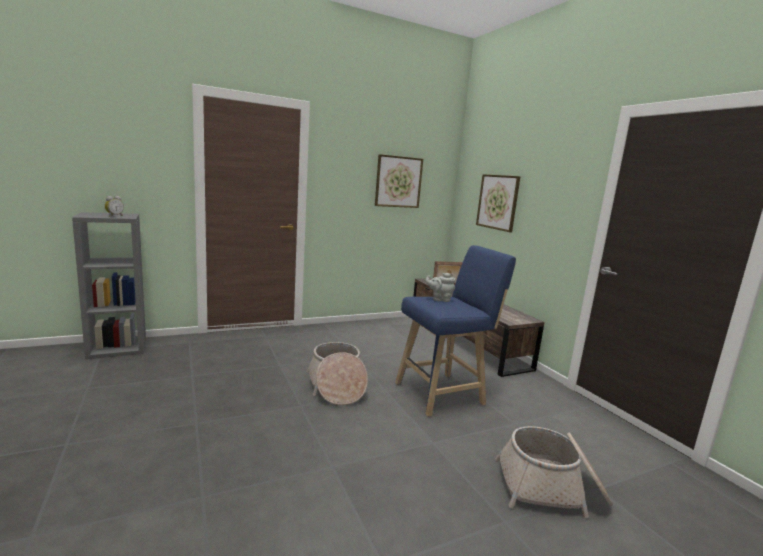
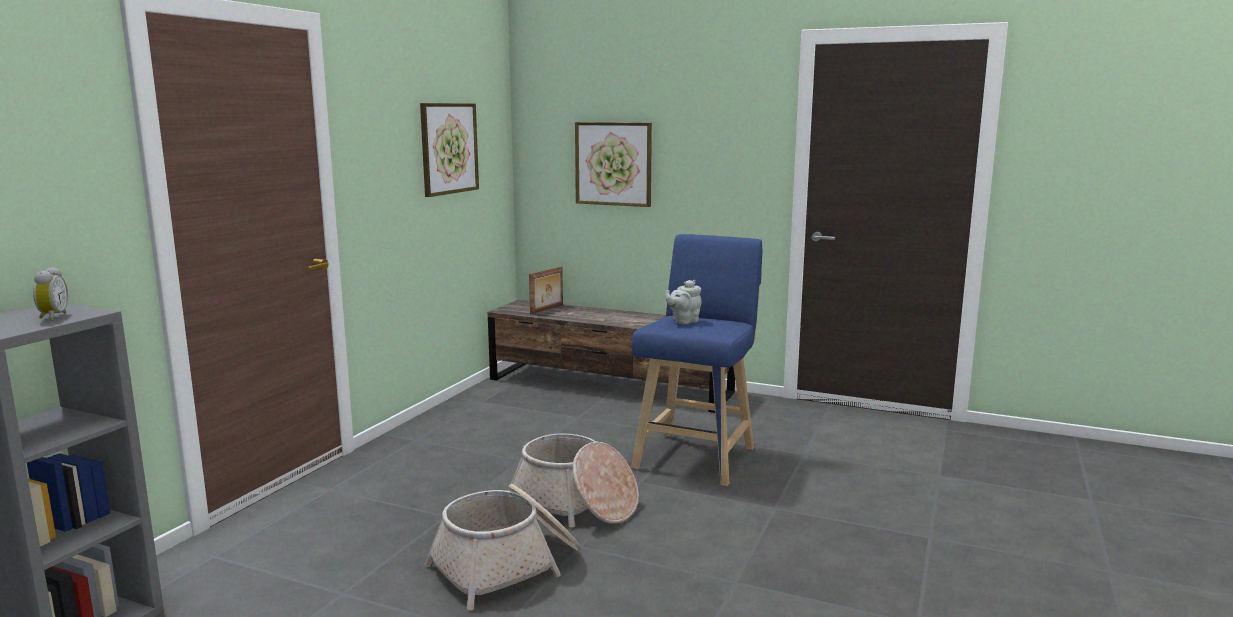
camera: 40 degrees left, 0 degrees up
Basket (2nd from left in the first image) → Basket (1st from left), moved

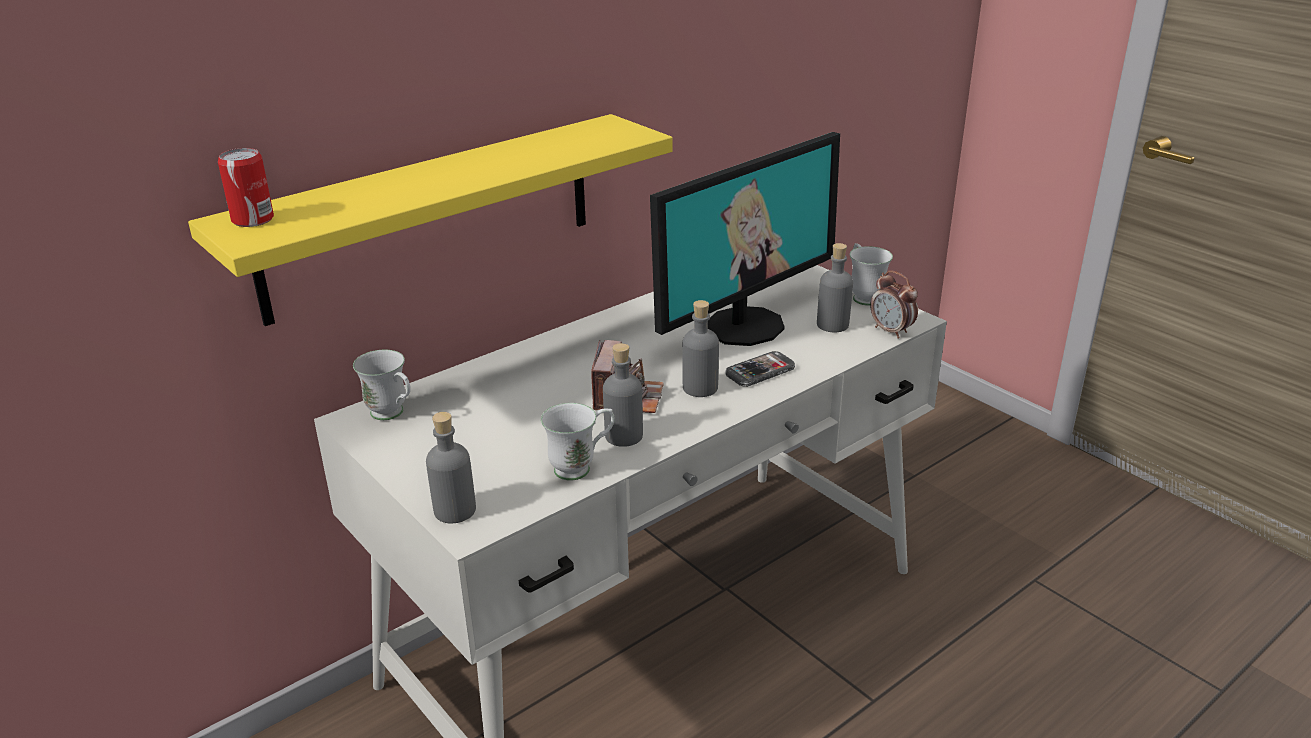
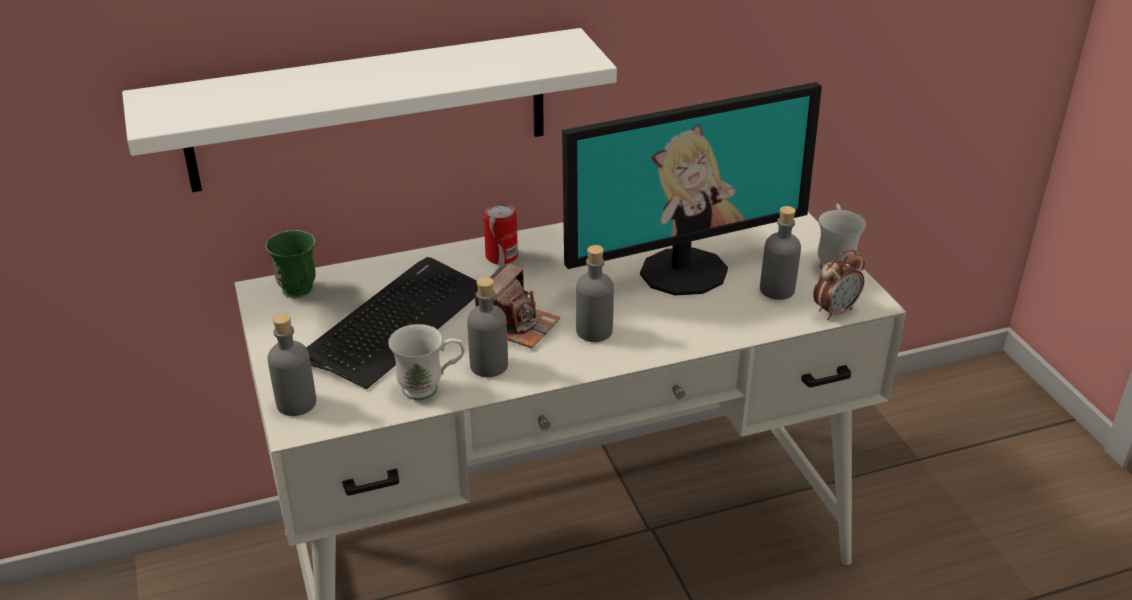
camera: 20 degrees right, 5 degrees up
YellowShelf → WhiteShelf
WhiteMug (1st from left) → GreenMug
- → Keyboard
Can, moved
AlarmClock, 105 degrees counterclockwise
Phone → -

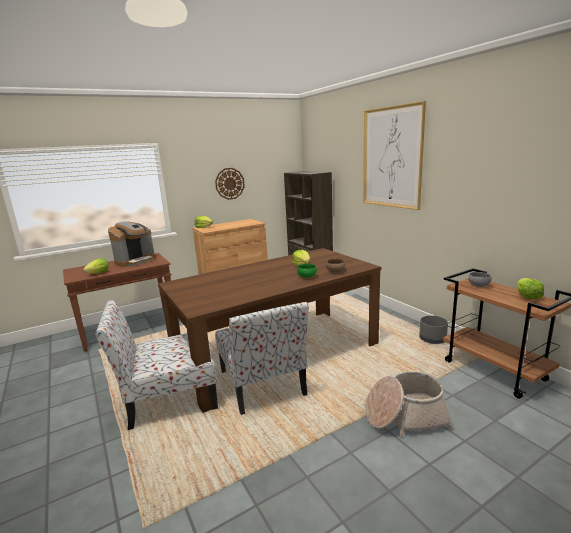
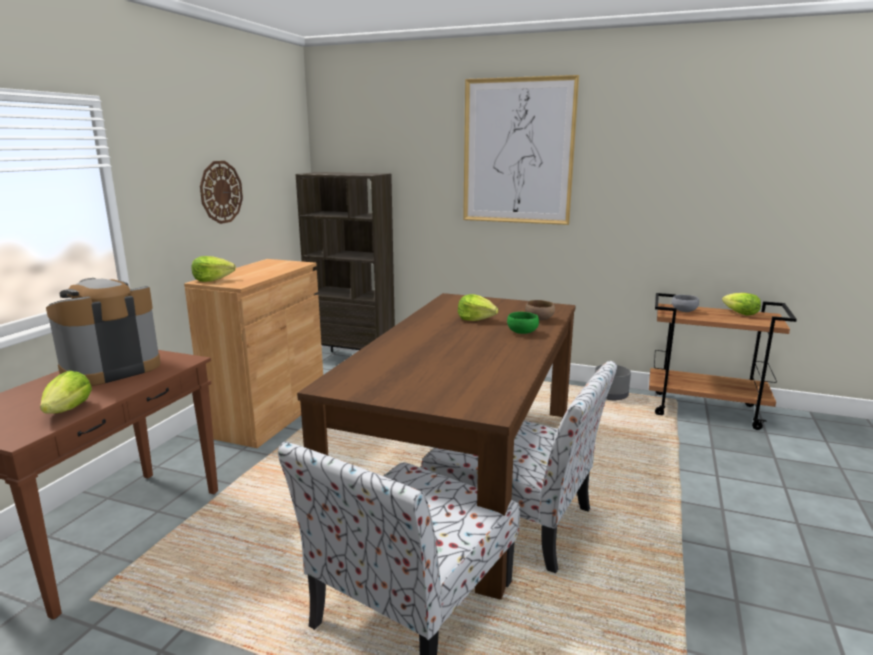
camera: 40 degrees left, 0 degrees up
CoffeeMachine, 135 degrees counterclockwise
Basket → -

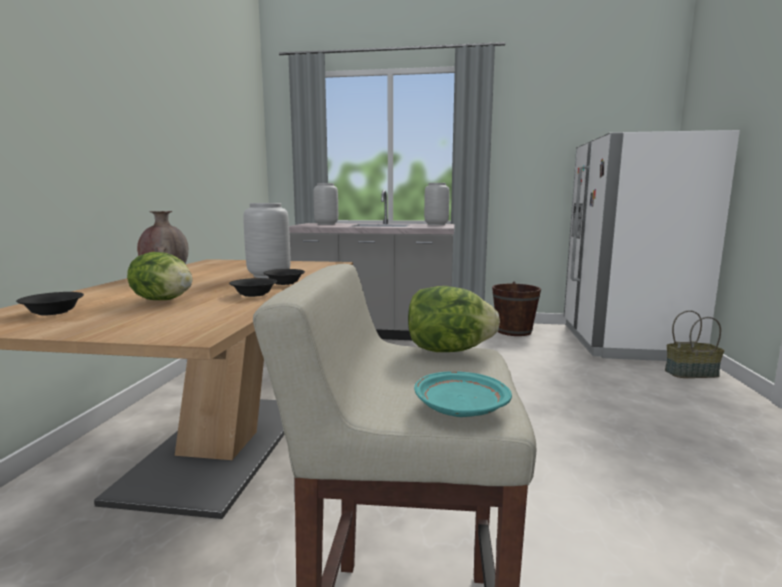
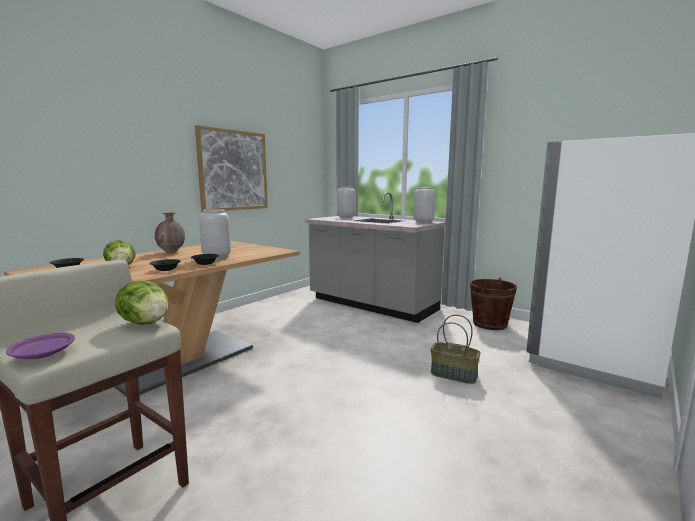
camera: 30 degrees right, 0 degrees up
TurquoisePlate → PurplePlate
- → Picture
Basket, moved

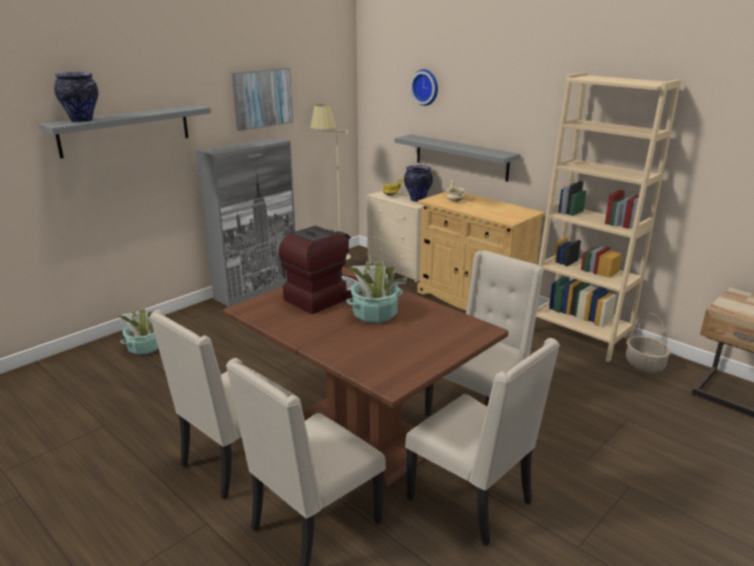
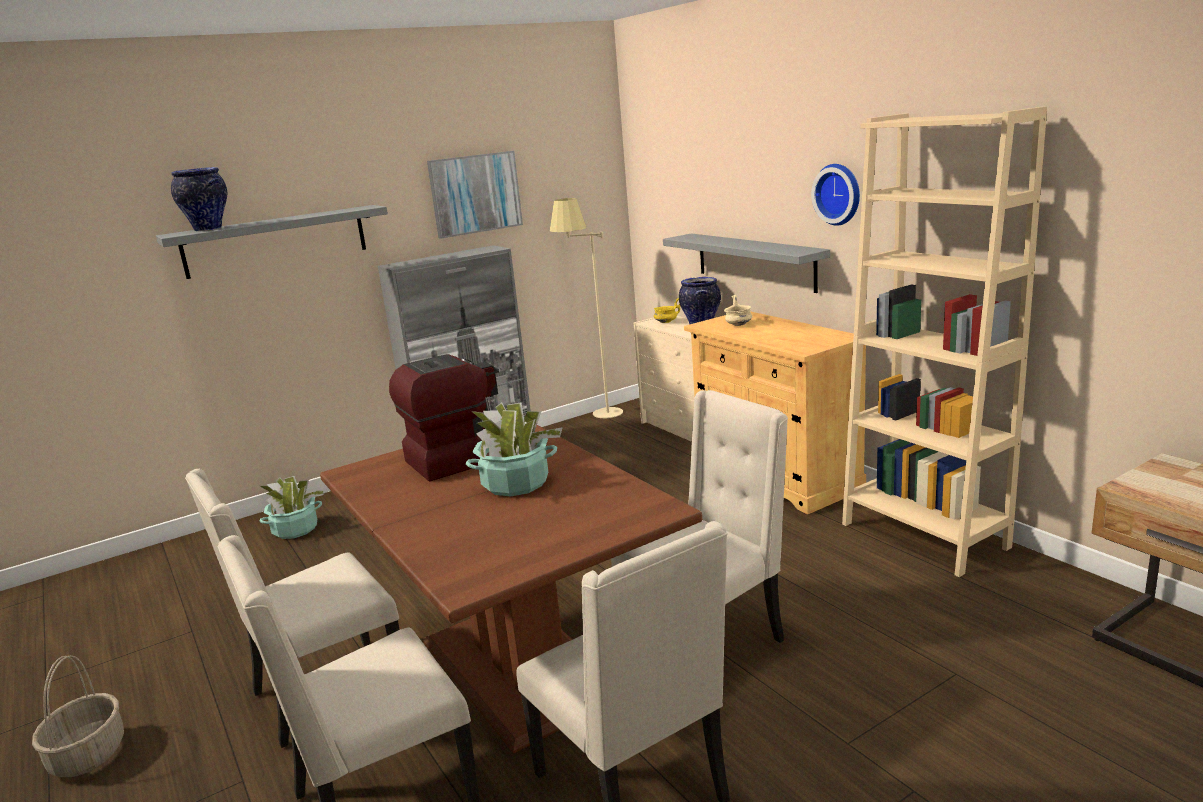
camera: 15 degrees right, 5 degrees down
Basket, moved
WallClock, moved

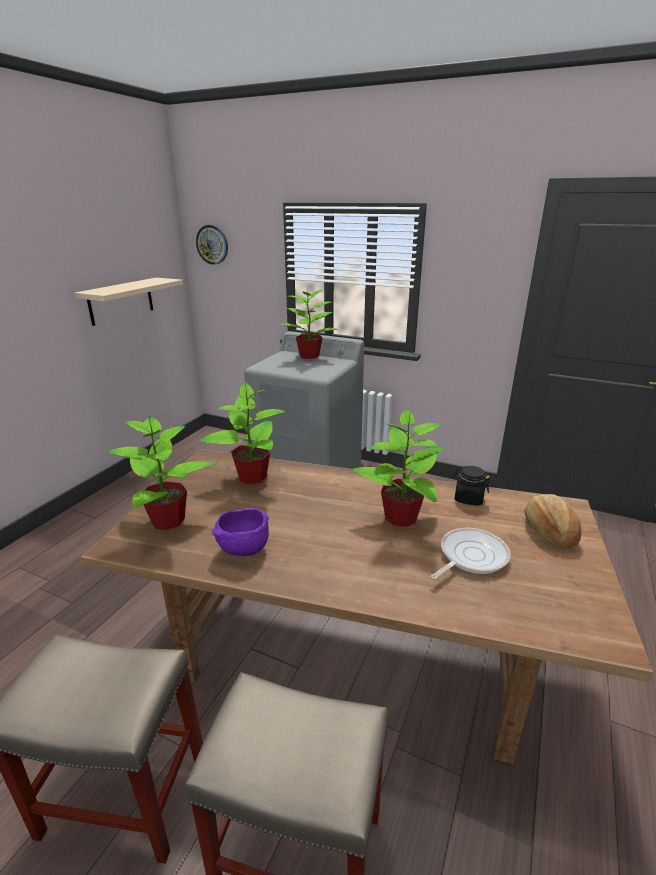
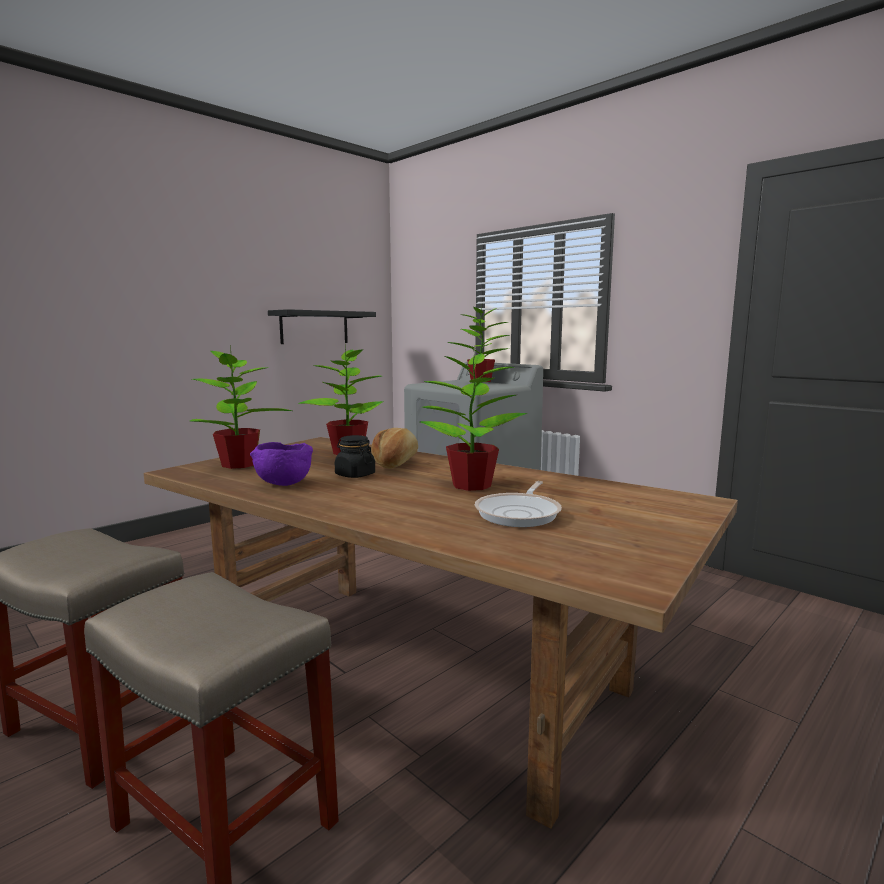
camera: 20 degrees right, 15 degrees down
BeigeShelf → BlackShelf
BlackJar, moved
Bread, moved
FryingPan, 135 degrees clockwise
WallClock → -

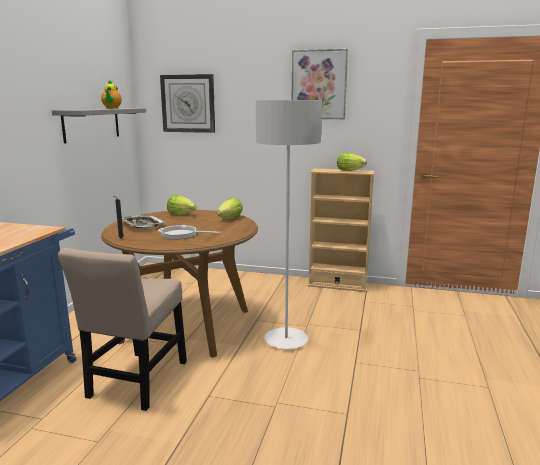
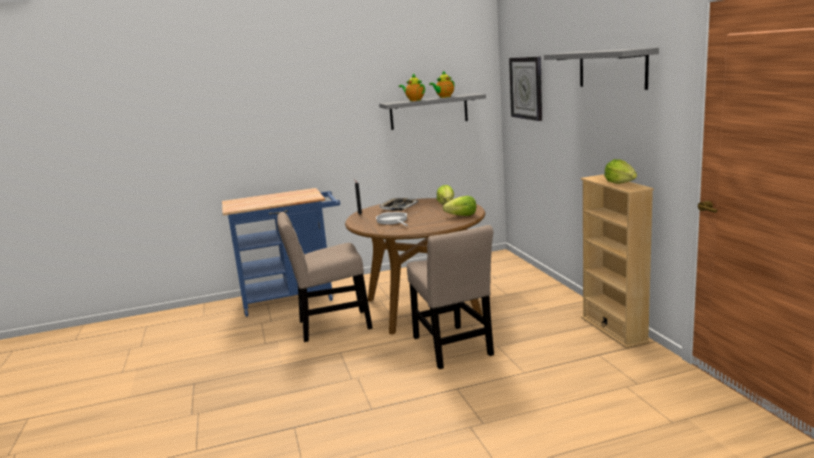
camera: 60 degrees right, 0 degrees up
- → Teapot (1st from left)
GreyFloorLamp → BeigeChair (2nd from left)
Picture → GreyShelf (2nd from left)

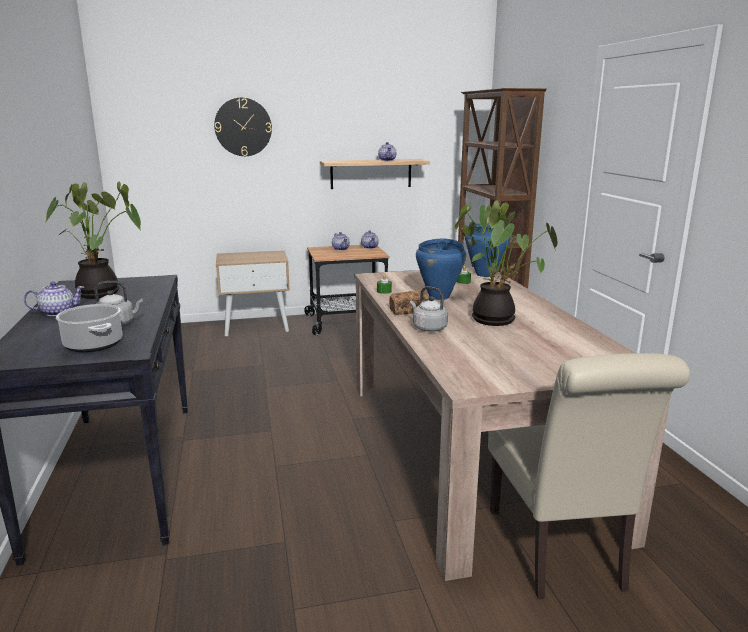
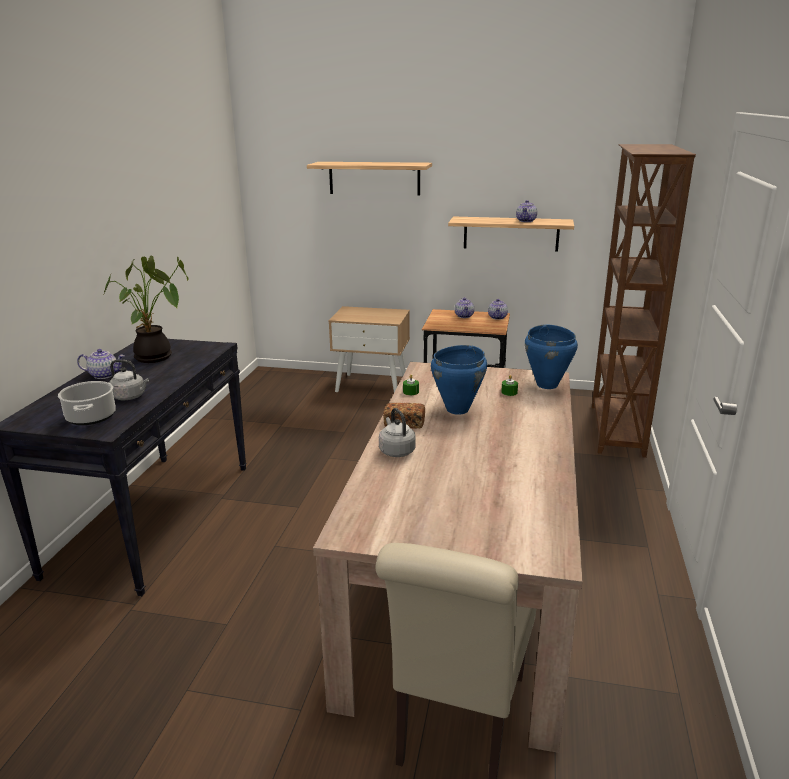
camera: 25 degrees right, 5 degrees up
WallClock → Shelf (1st from left)
PottedPlant (2nd from left) → -

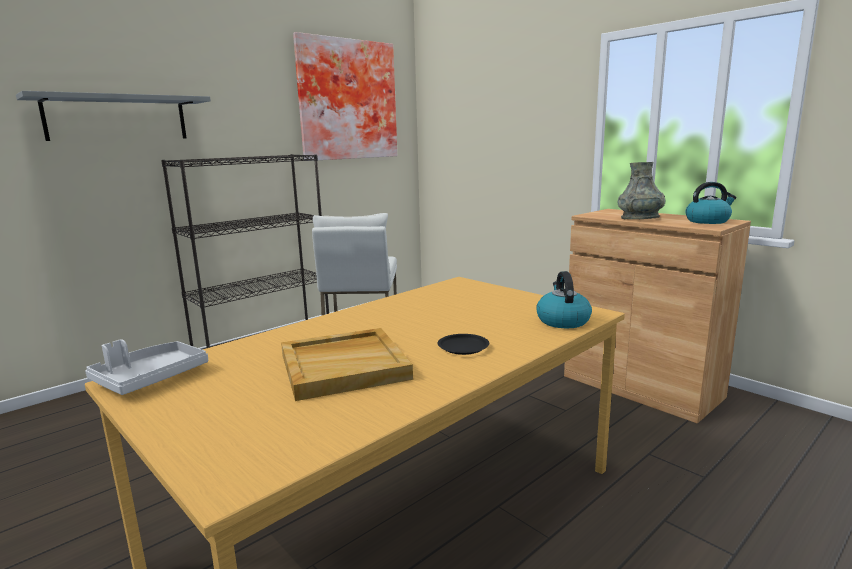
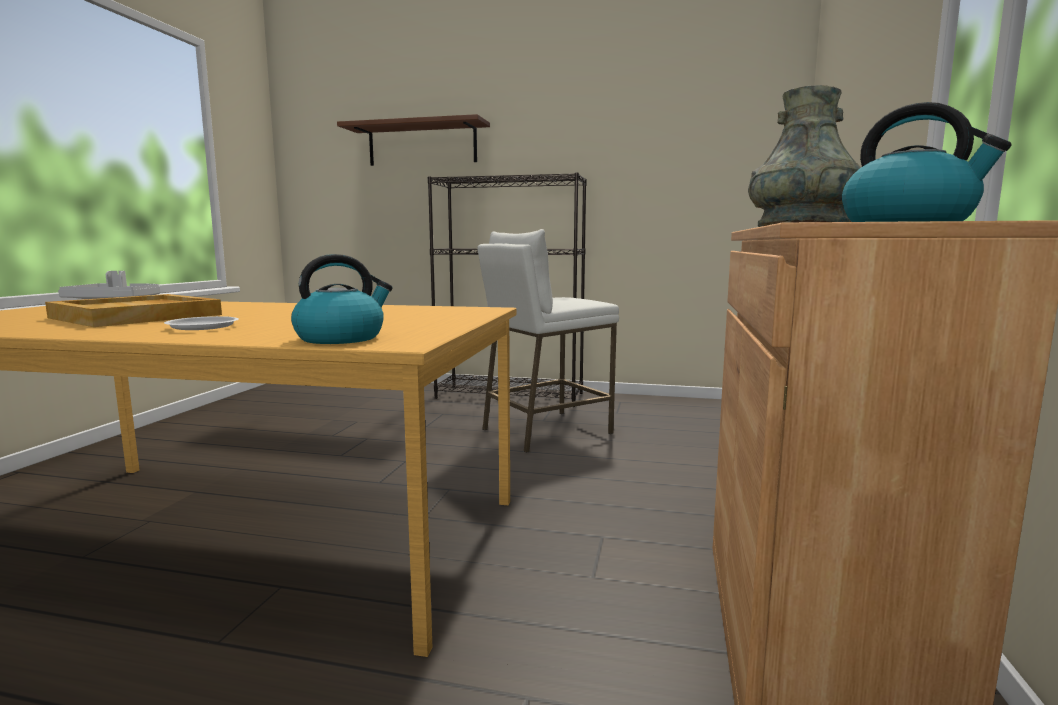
camera: 55 degrees right, 5 degrees down
BlackPlate → WhitePlate
GreyShelf → BrownShelf
Picture → -

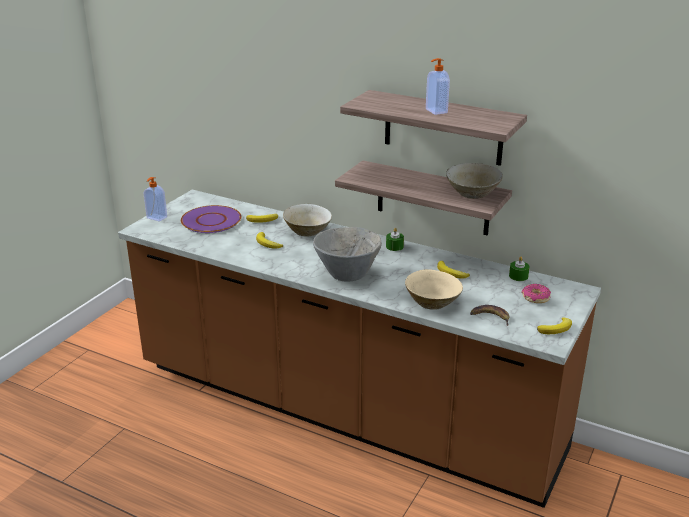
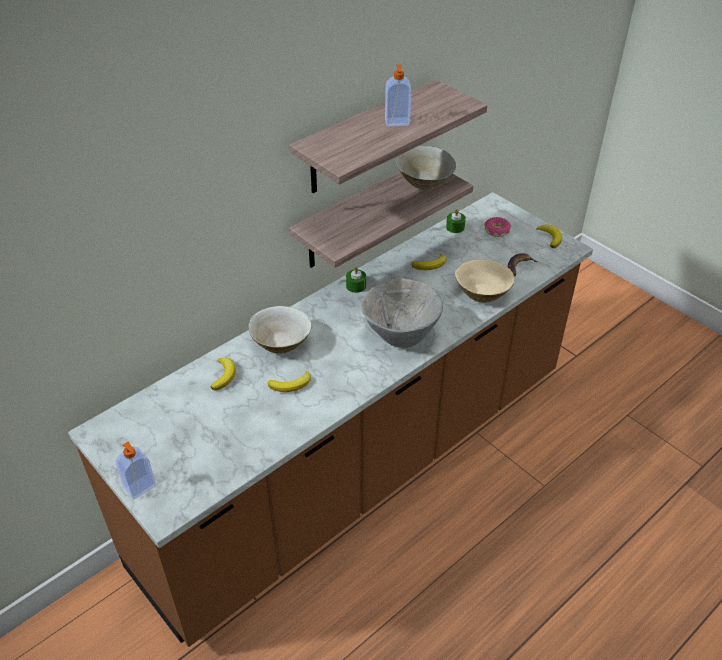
camera: 70 degrees left, 15 degrees up
PurplePlate → -

